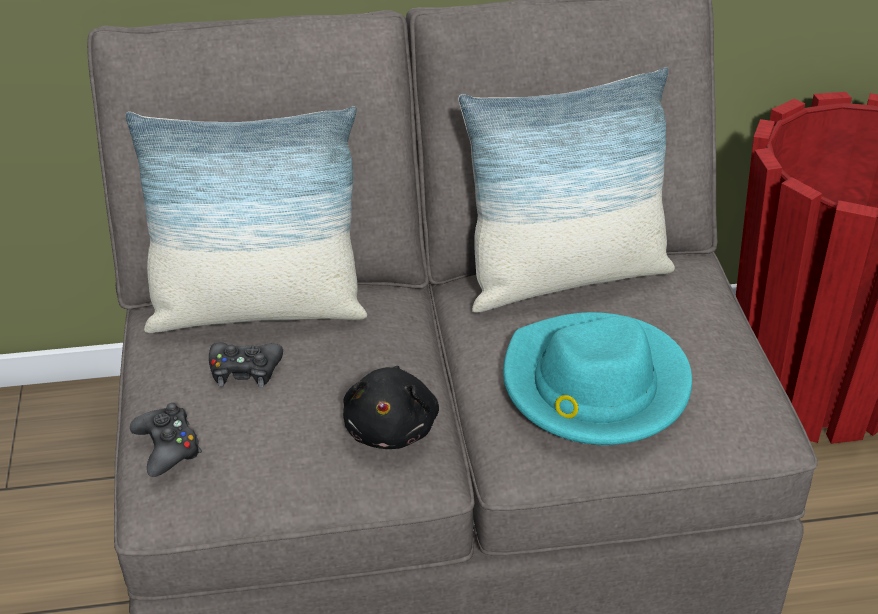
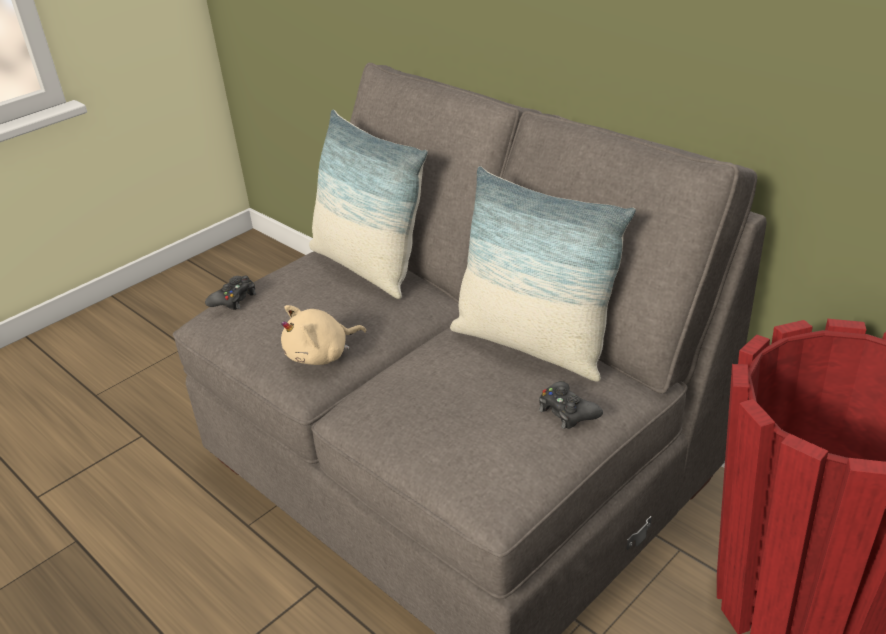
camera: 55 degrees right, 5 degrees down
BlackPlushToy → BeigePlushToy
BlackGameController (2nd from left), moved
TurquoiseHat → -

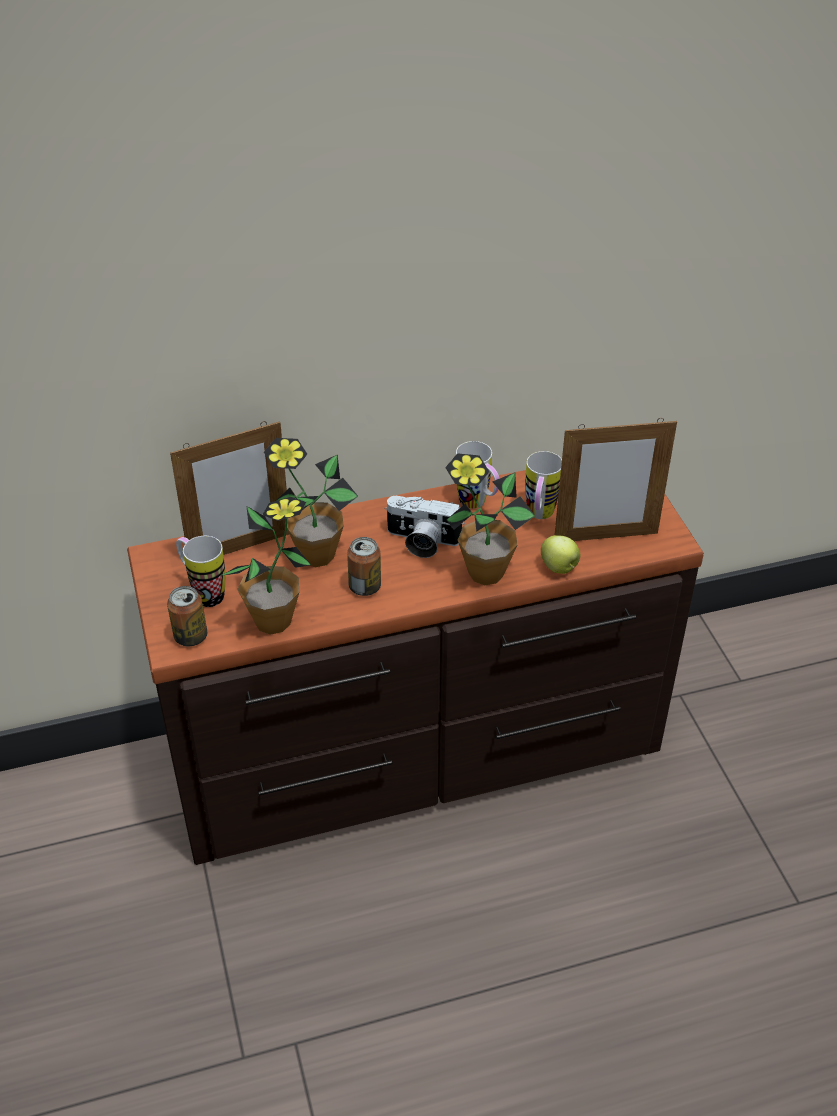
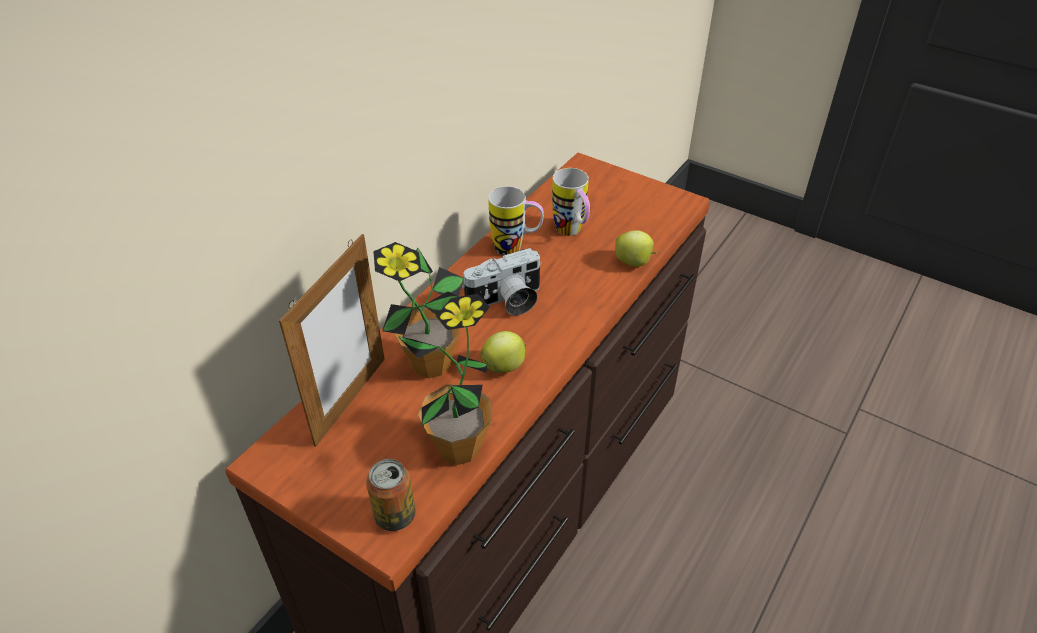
camera: 40 degrees left, 0 degrees up
Can (2nd from left) → Apple (1st from left)
Mug (1st from left) → -
PottedPlant (3rd from left) → -
PictureFrame (2nd from left) → -

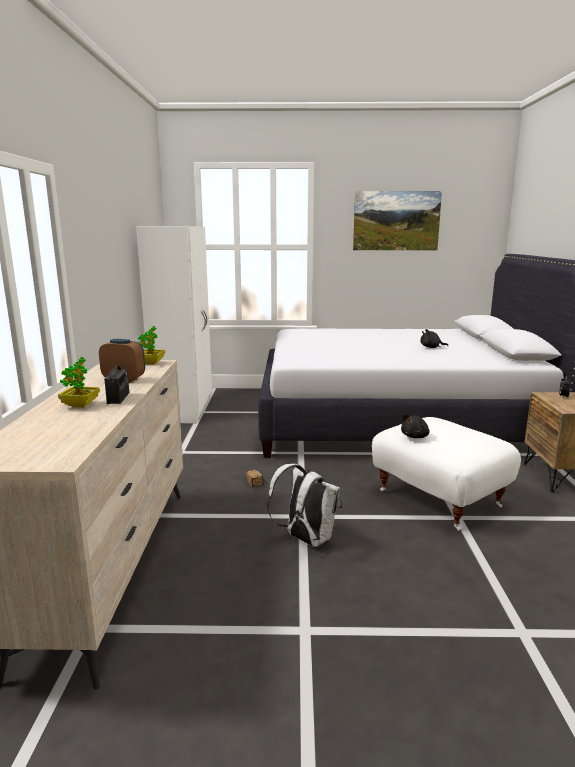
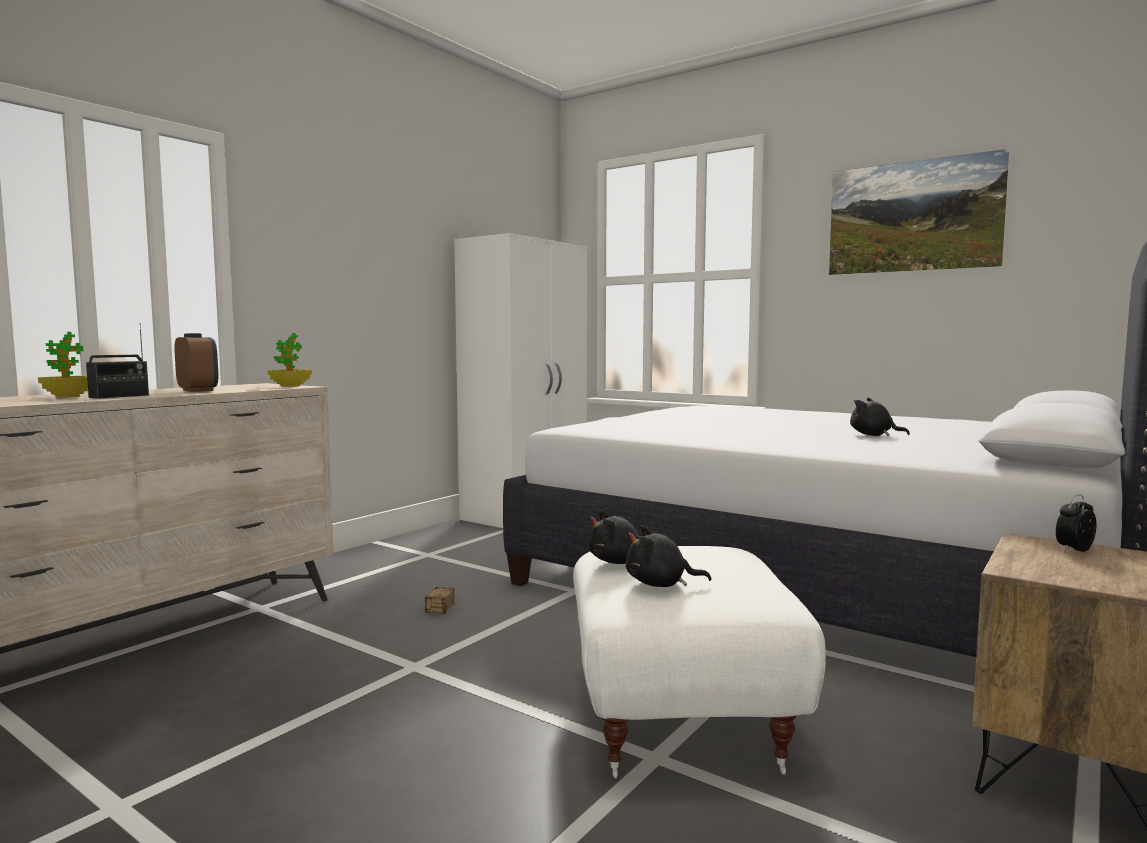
camera: 35 degrees right, 10 degrees down
- → BlackPlushToy (2nd from left)
WhiteBackpack → -

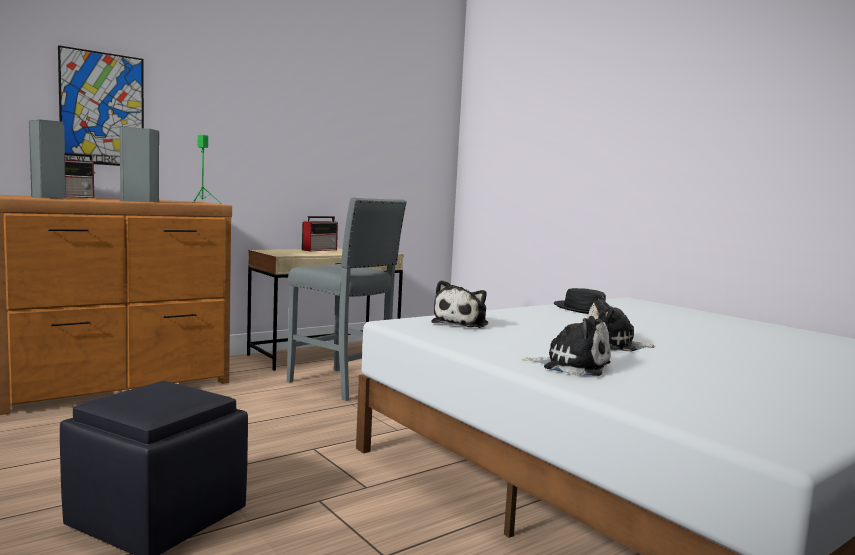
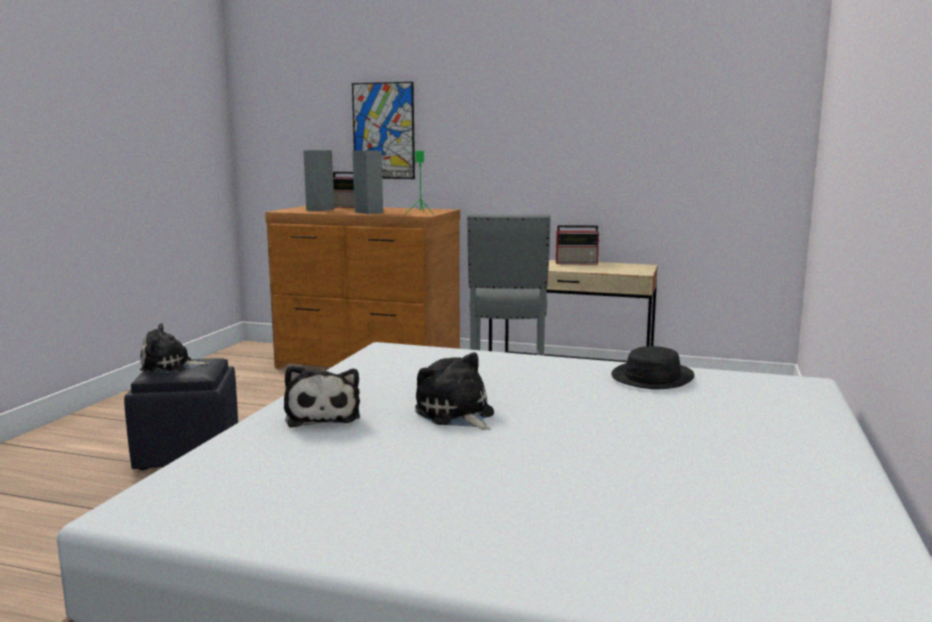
camera: 55 degrees right, 5 degrees up
PlushToy (1st from left), moved

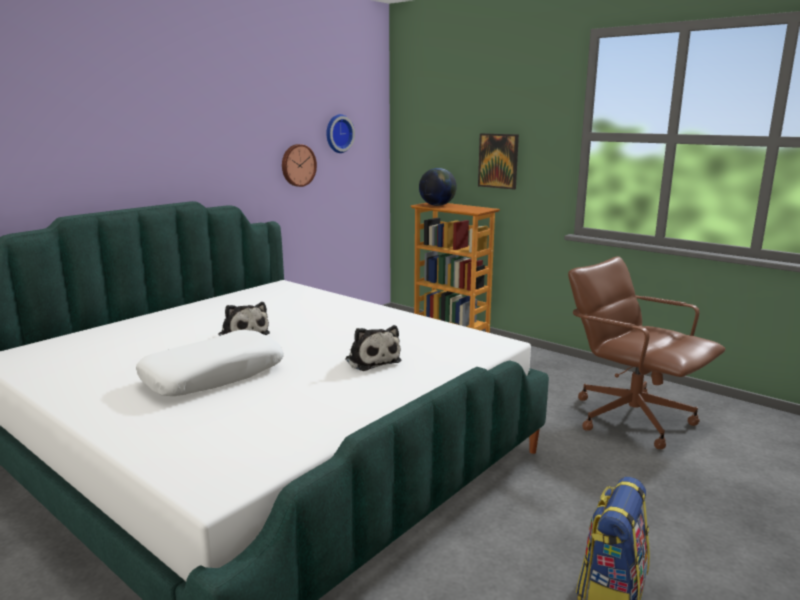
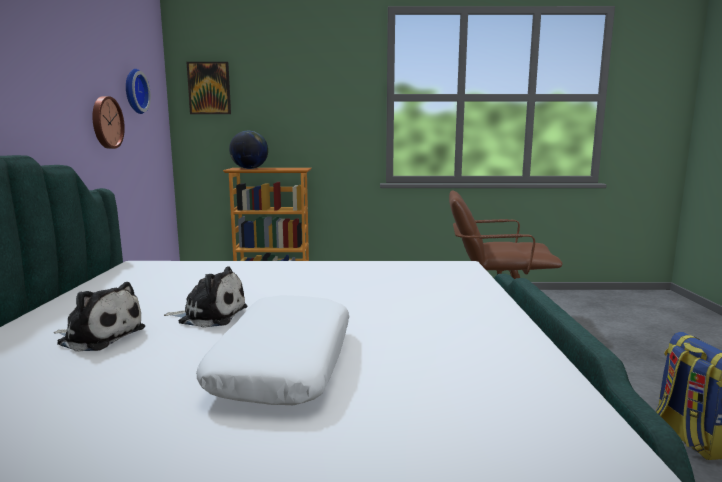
camera: 40 degrees left, 5 degrees down
PlushToy (2nd from left in the first image) → PlushToy (1st from left), moved
Picture, moved

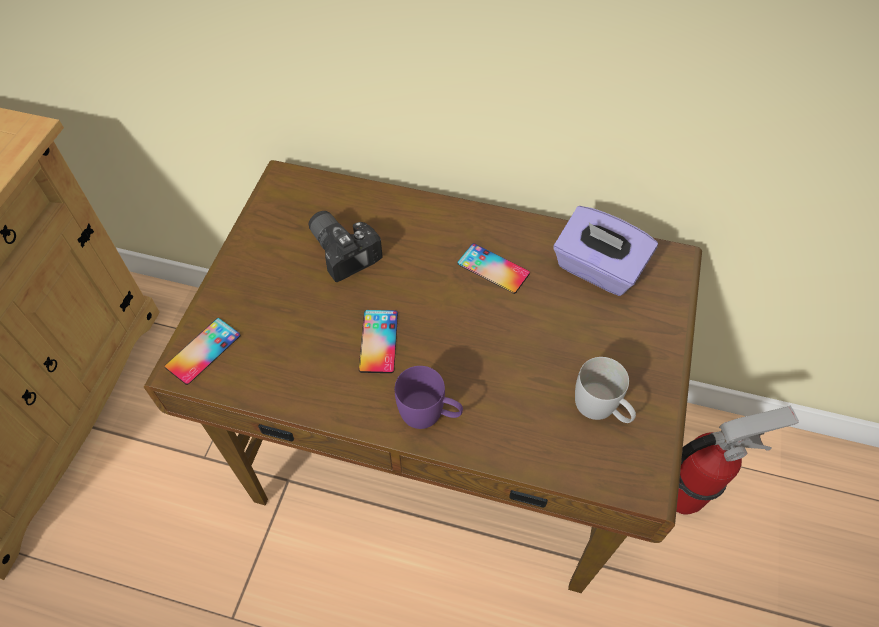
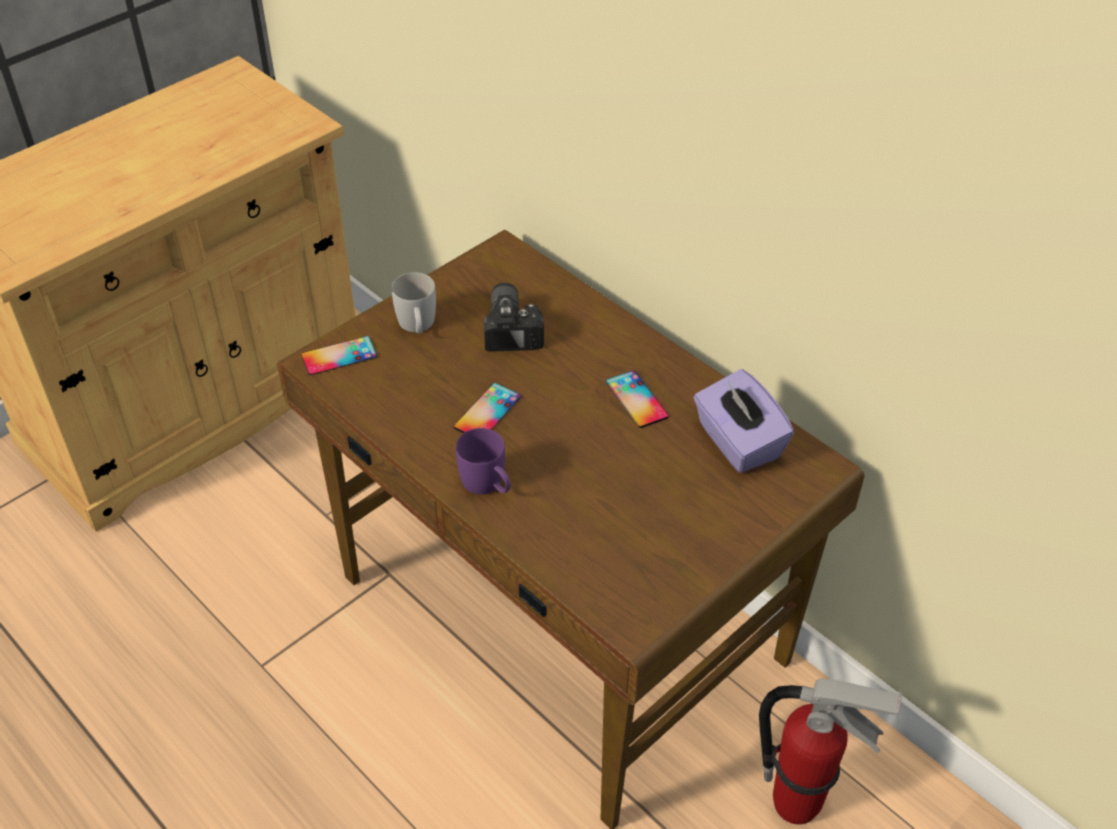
camera: 30 degrees right, 10 degrees down
WhiteMug, moved

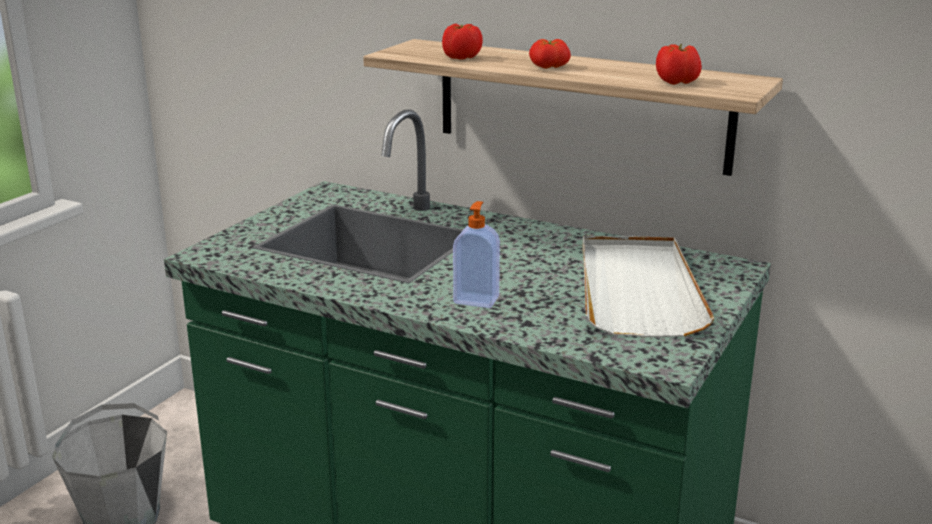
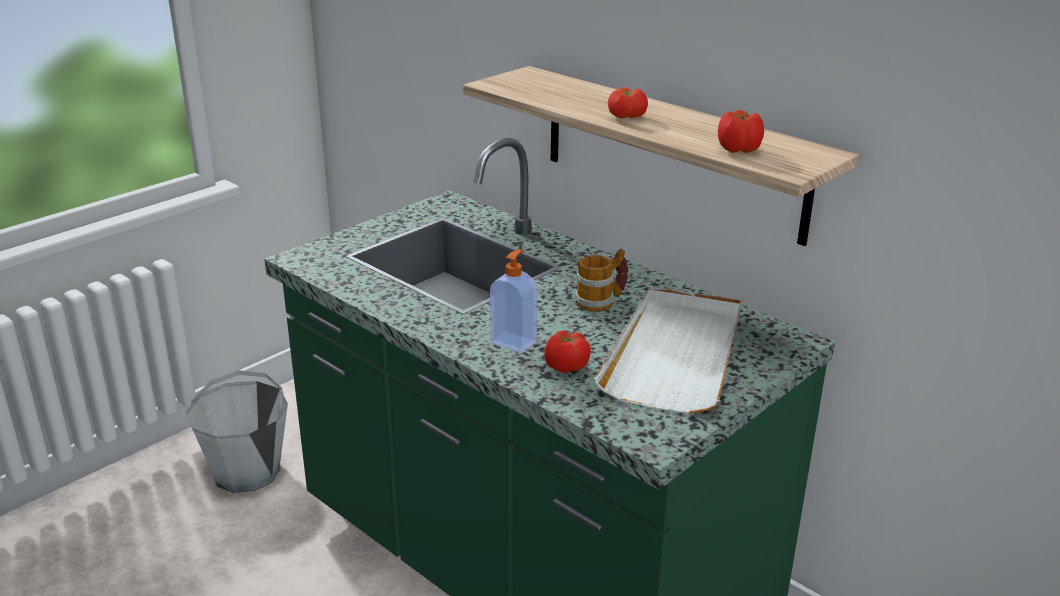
camera: 15 degrees right, 5 degrees up
Tomato (1st from left), moved
- → Mug

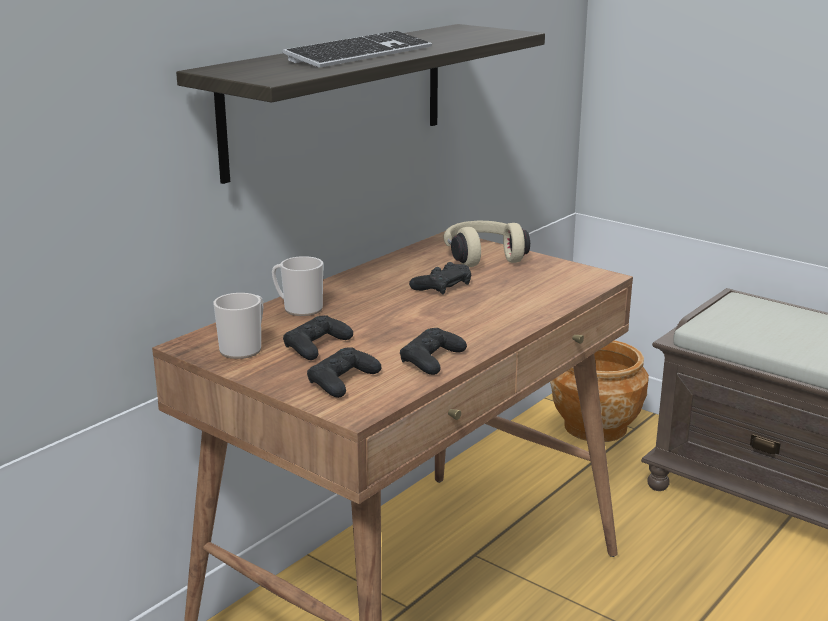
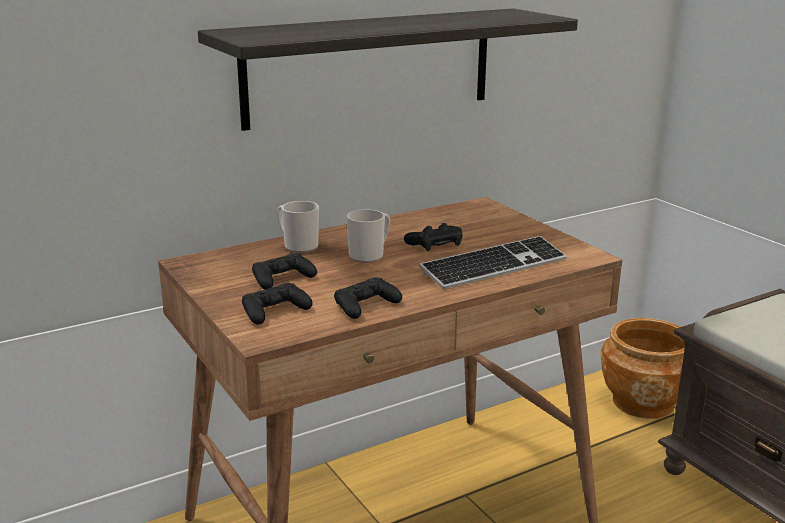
camera: 20 degrees right, 0 degrees up
Mug (1st from left in the first image) → Mug (2nd from left), moved
Keyboard, moved
BeigeHeadphones → -

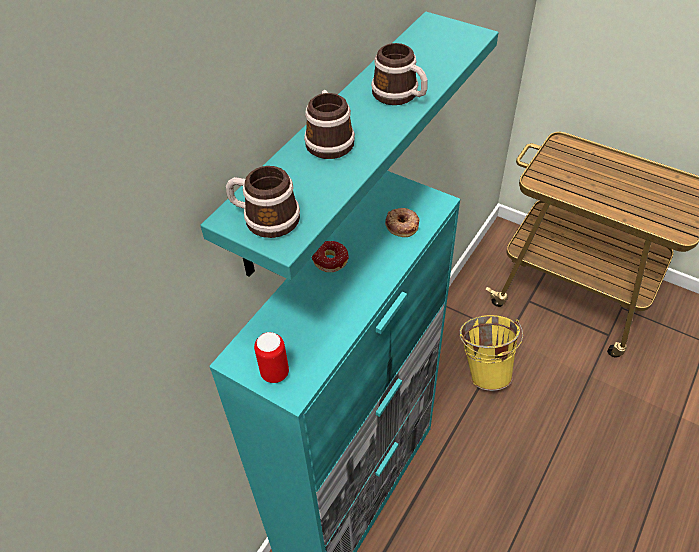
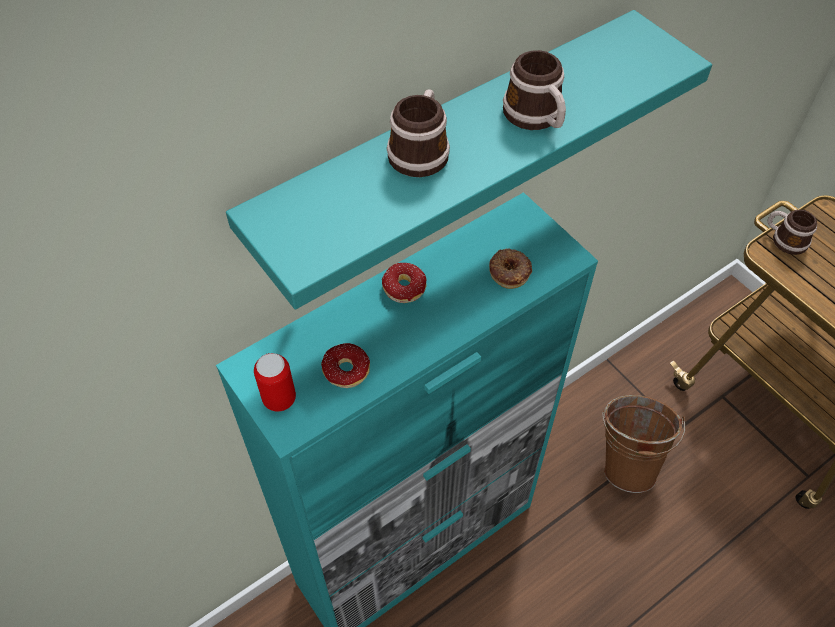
camera: 20 degrees right, 5 degrees up
- → Donut (1st from left)
YellowBucket → BrownBucket
Mug (1st from left in the first image) → Mug (3rd from left), moved

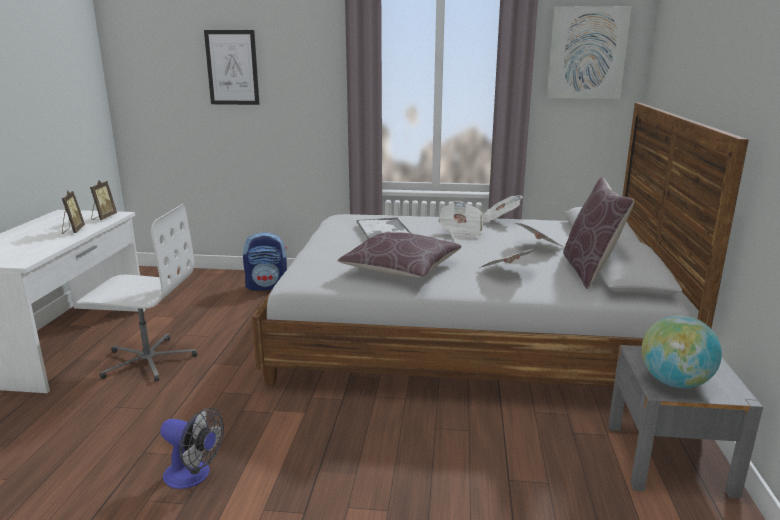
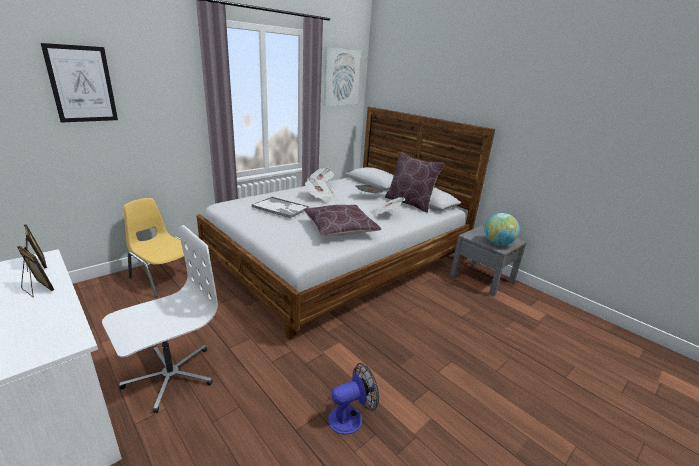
camera: 50 degrees left, 5 degrees up
Backpack → YellowChair

